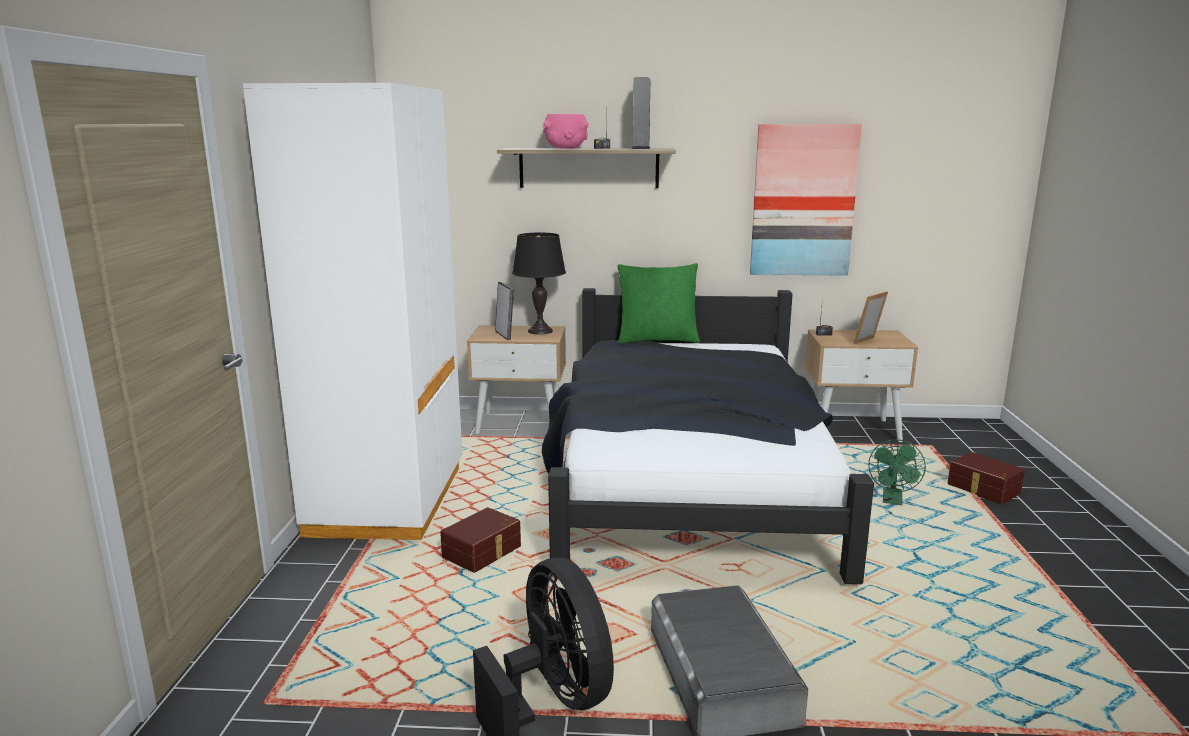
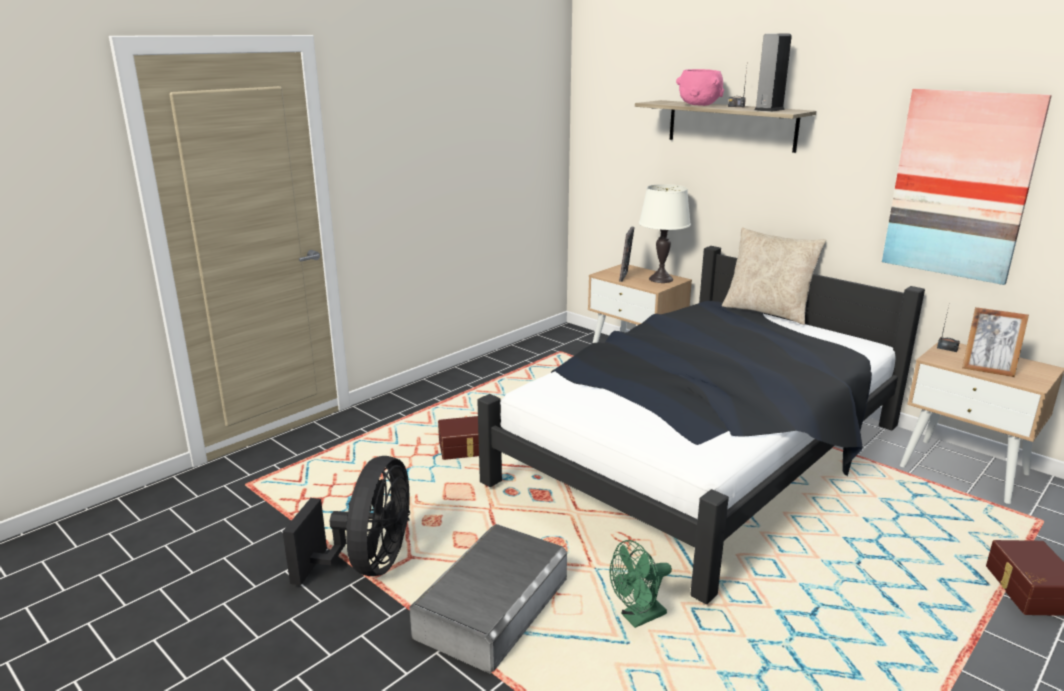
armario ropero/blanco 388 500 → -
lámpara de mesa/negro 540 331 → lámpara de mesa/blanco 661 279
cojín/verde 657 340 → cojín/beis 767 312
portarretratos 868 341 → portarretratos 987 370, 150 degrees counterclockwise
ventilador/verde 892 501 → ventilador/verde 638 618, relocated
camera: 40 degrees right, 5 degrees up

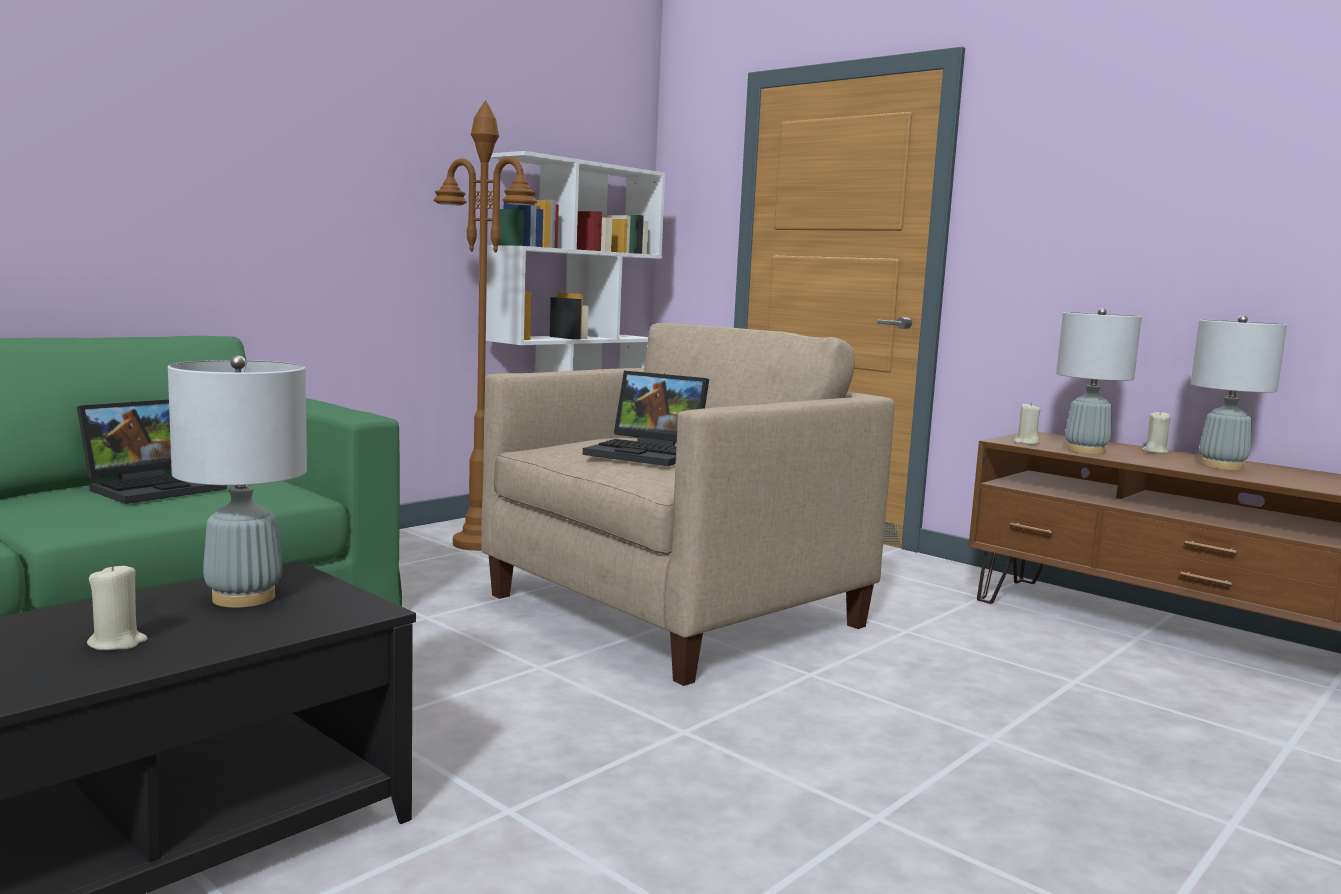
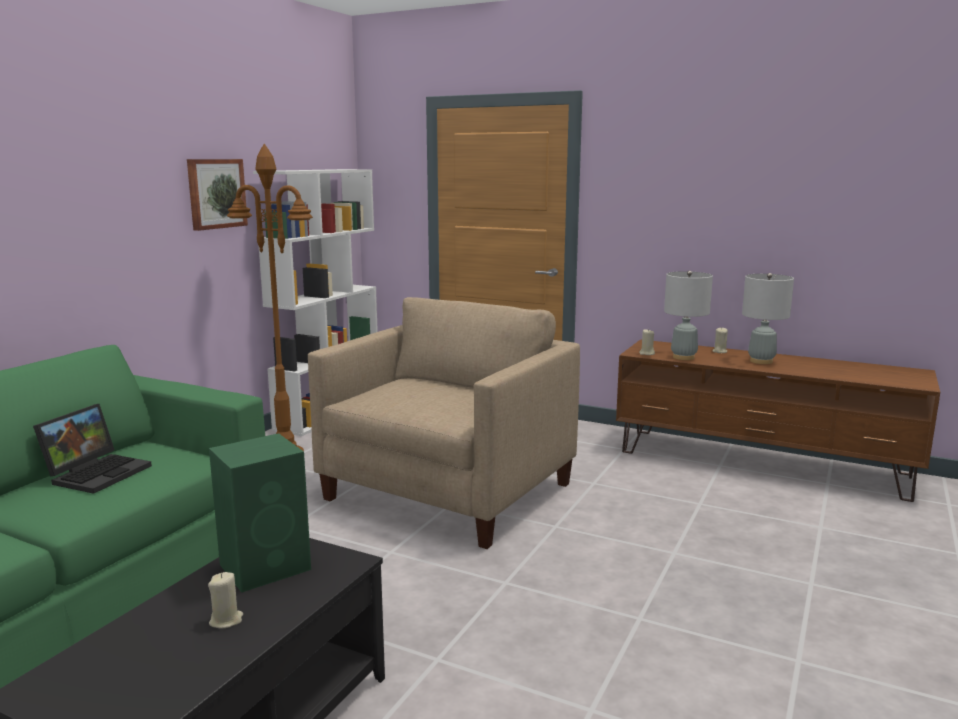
lámpara de mesa/gris 244 598 → altavoz/verde 267 566
portátil 649 454 → -
- → cuadro 216 193
camera: 15 degrees left, 5 degrees up

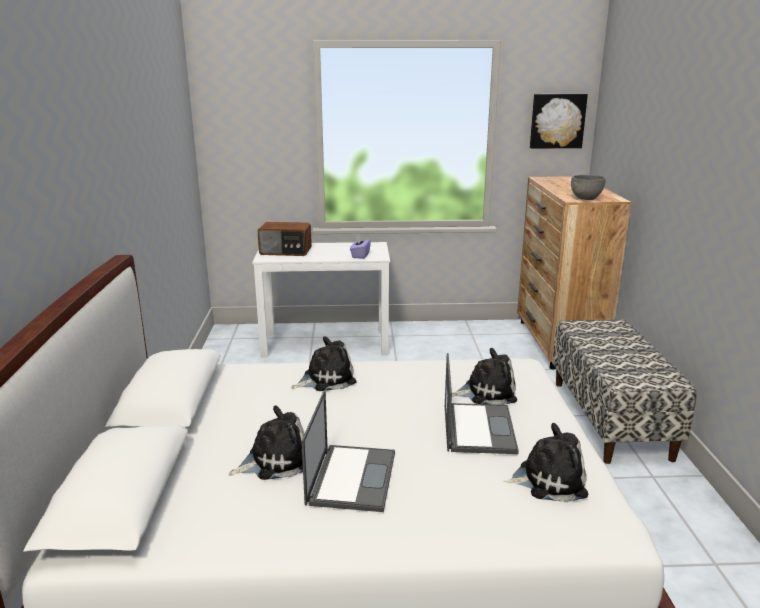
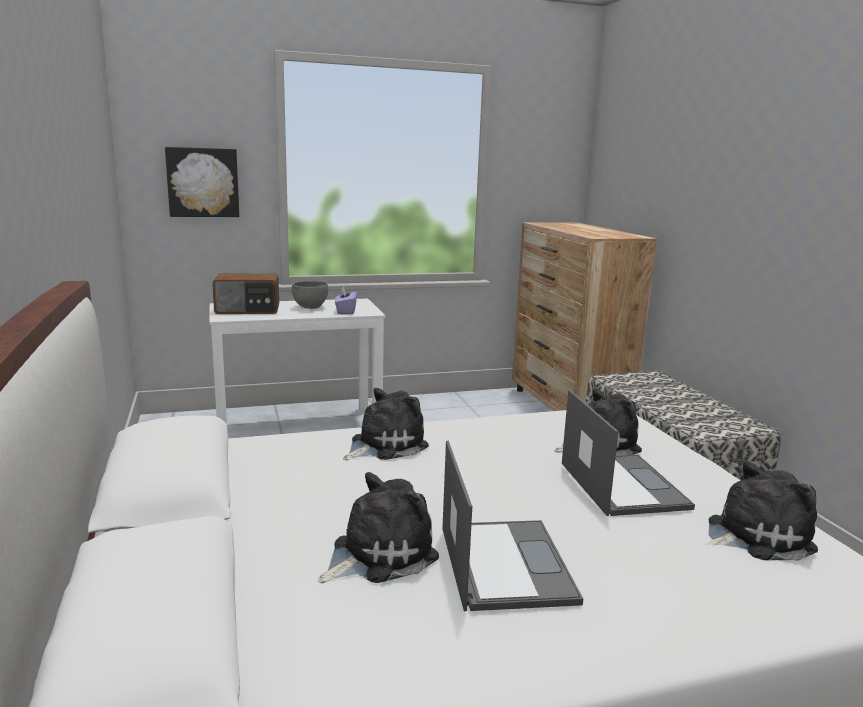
cuadro 557 121 → cuadro 203 182, relocated
cuenco/gris 586 199 → cuenco/gris 310 307, relocated
camera: 15 degrees left, 5 degrees down

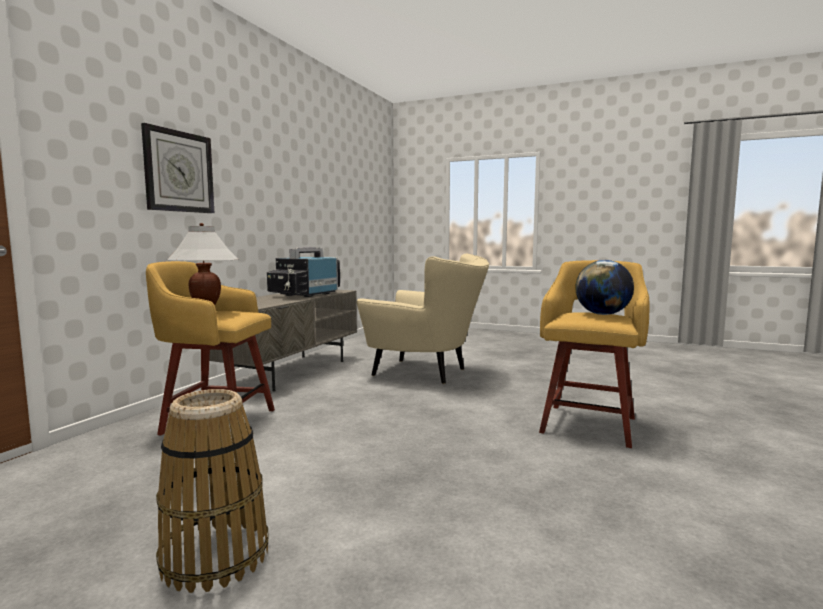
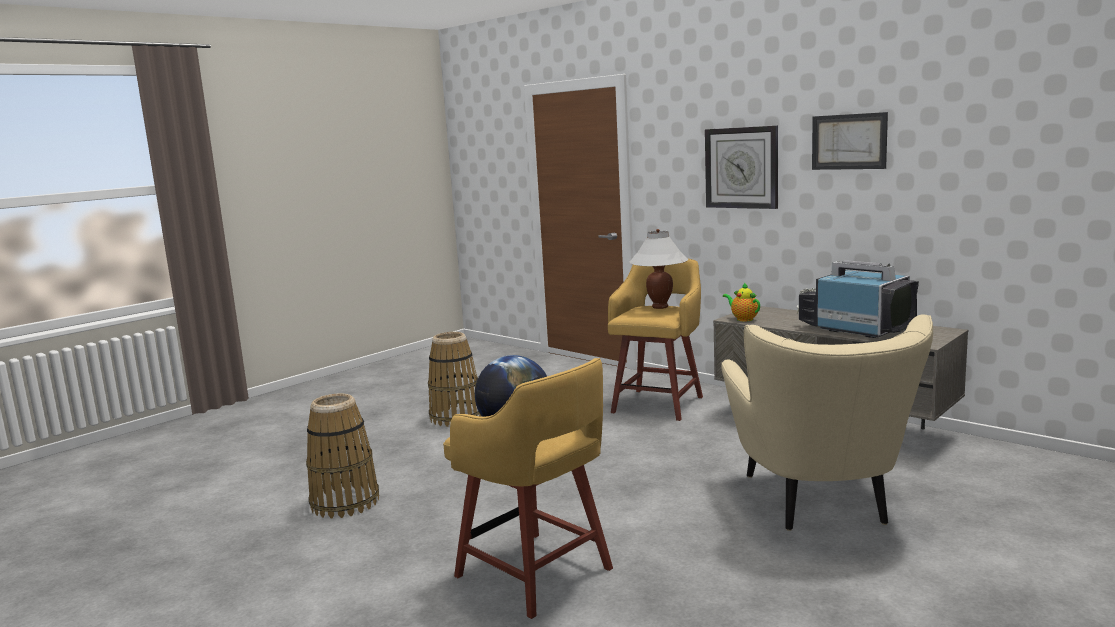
sillón/beis 426 373 → sillón/beis 819 504, 45 degrees counterclockwise
- → cuadro 849 141
- → tetera 743 319
- → cesta 345 502
camera: 110 degrees right, 5 degrees up

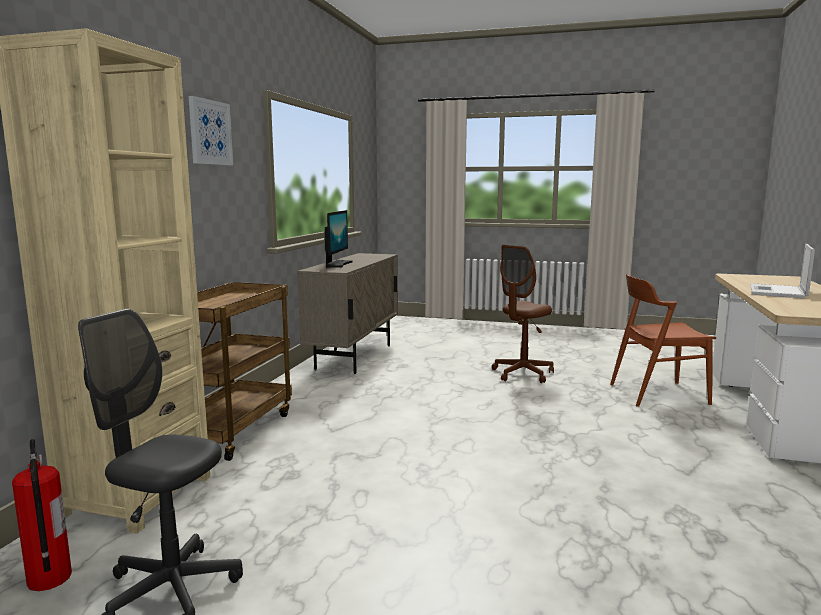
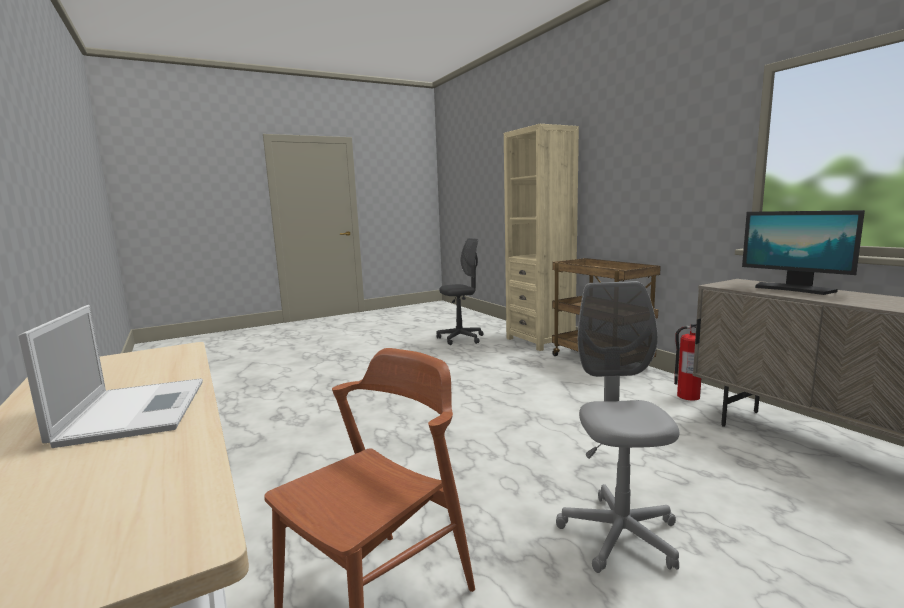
cuadro 210 132 → -
silla de oficina/marrón 522 374 → silla de oficina/gris 619 535
extintor 49 579 → extintor 687 396, relocated
camera: 135 degrees right, 0 degrees up

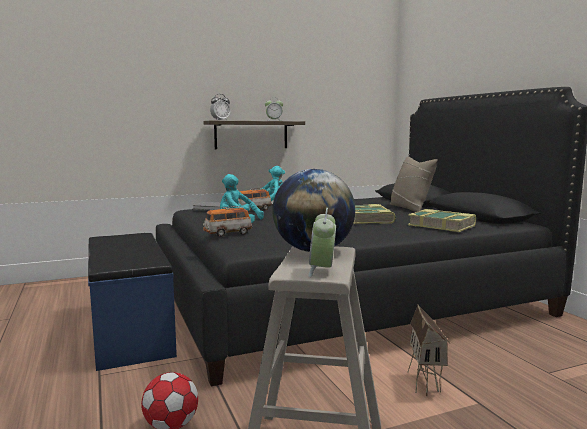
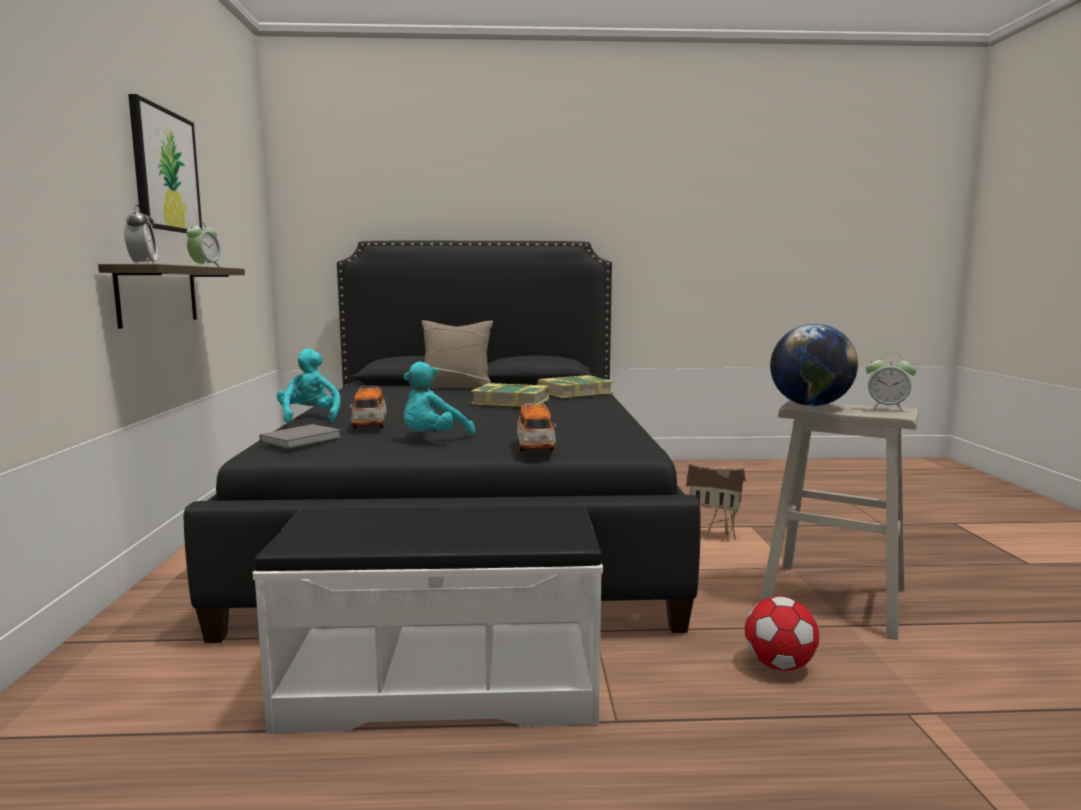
banco/azul 132 330 → banco/blanco 441 686
- → cuadro 165 171
camera: 70 degrees left, 0 degrees up

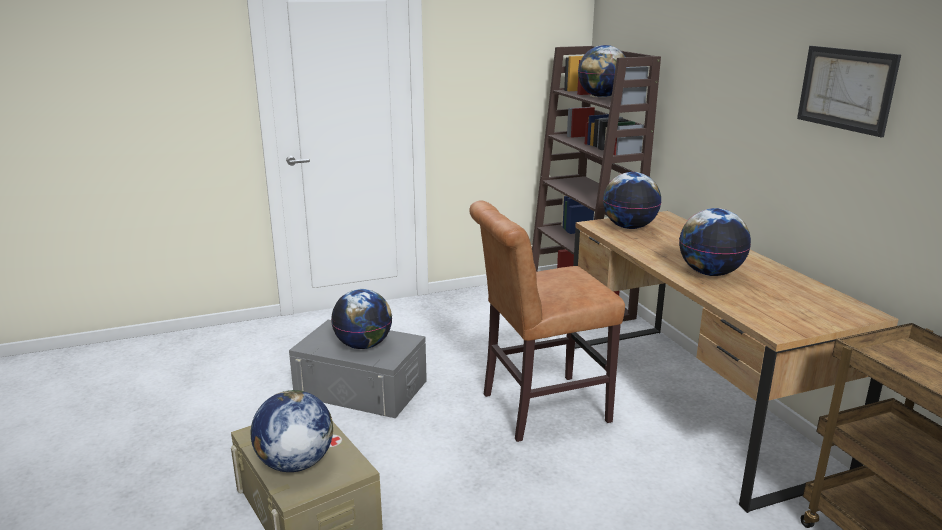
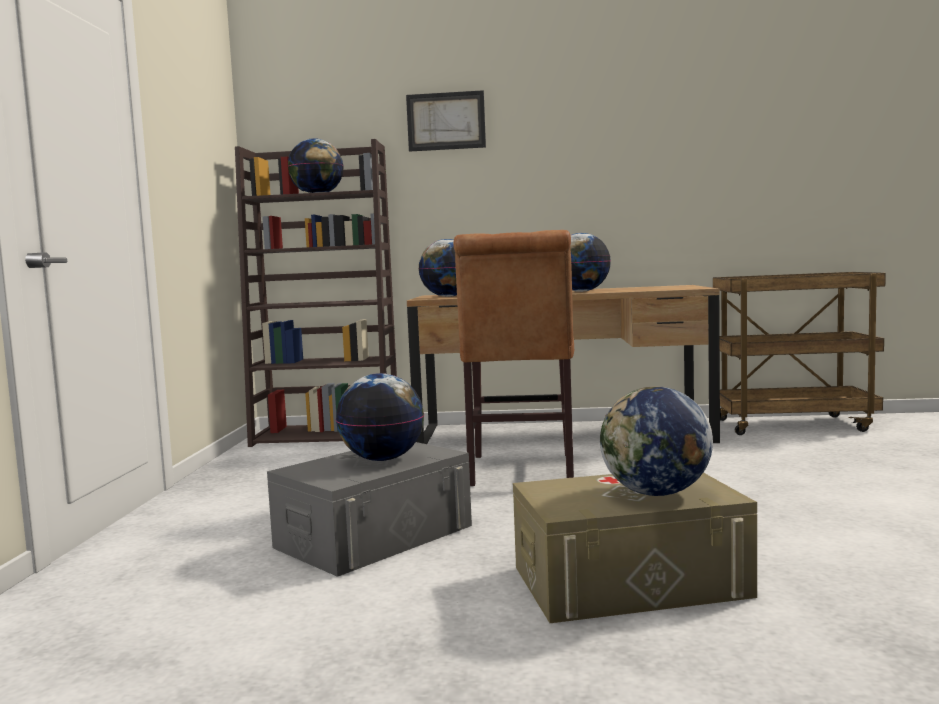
cuadro 846 89 → cuadro 446 121, relocated
camera: 65 degrees left, 15 degrees down

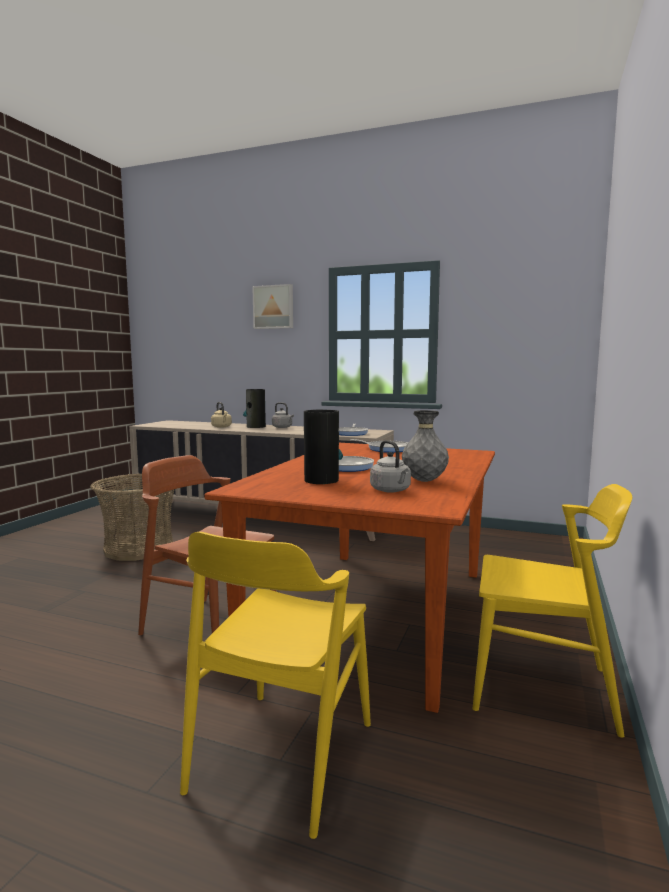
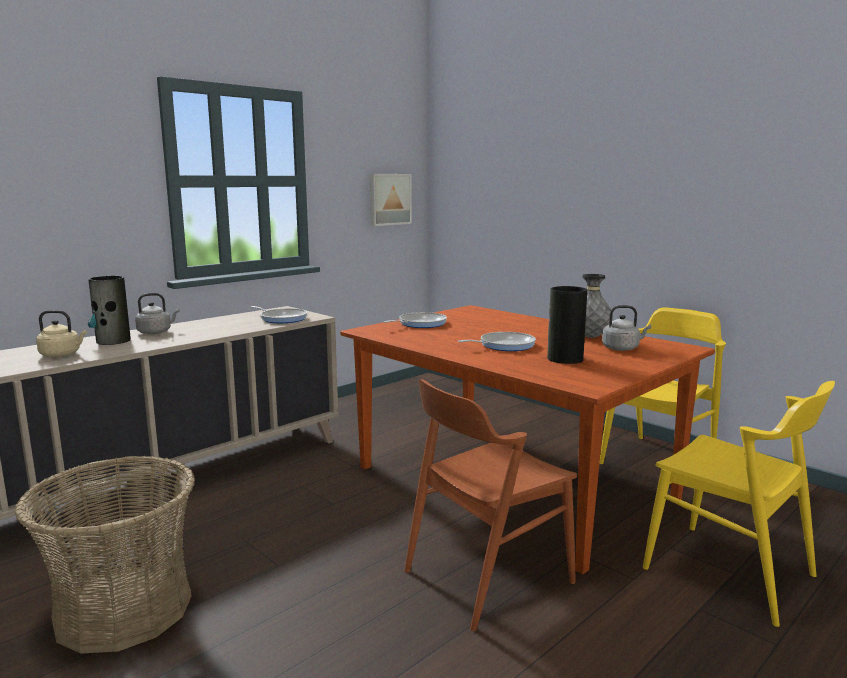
cuadro 273 307 → cuadro 389 199, relocated
camera: 65 degrees left, 5 degrees up

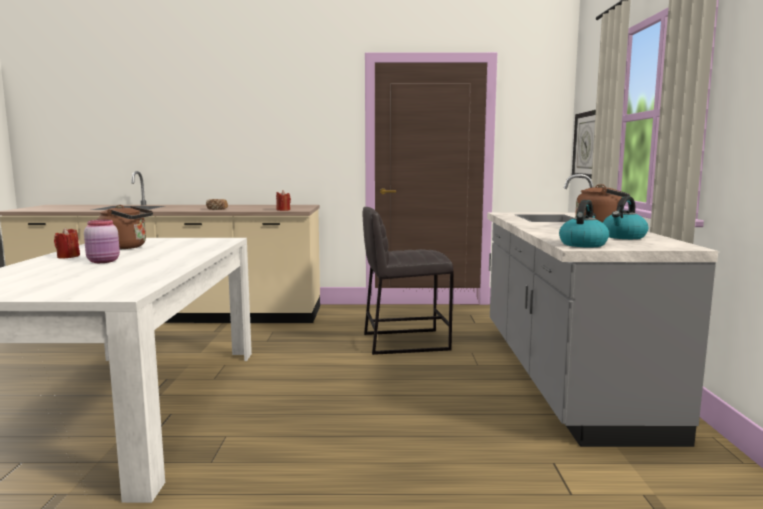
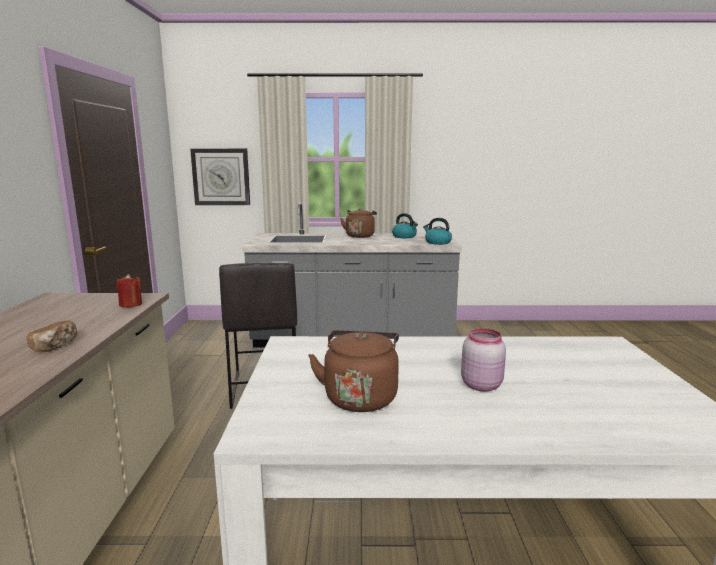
vela/rojo 68 257 → -
camera: 90 degrees left, 5 degrees up

